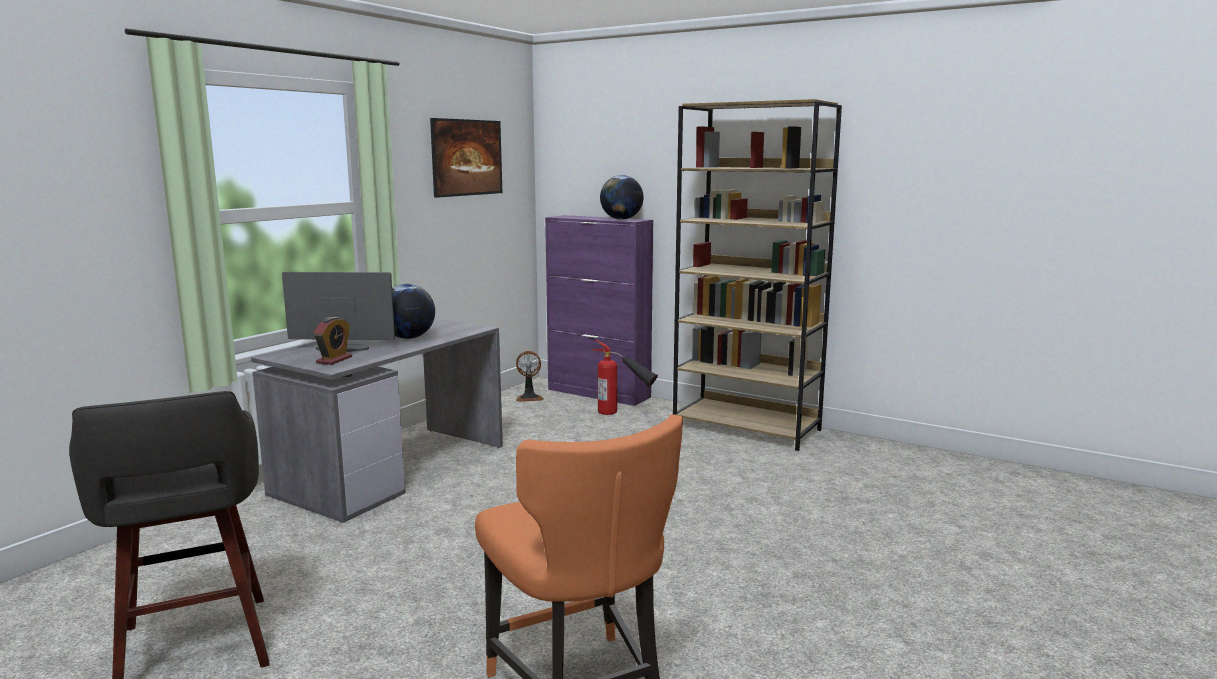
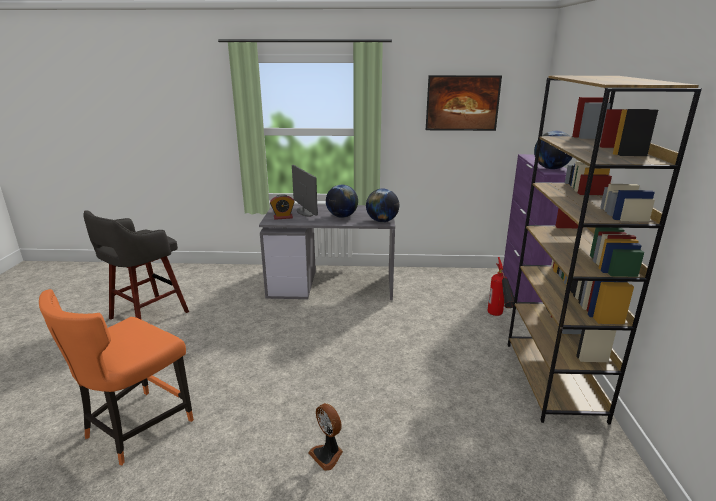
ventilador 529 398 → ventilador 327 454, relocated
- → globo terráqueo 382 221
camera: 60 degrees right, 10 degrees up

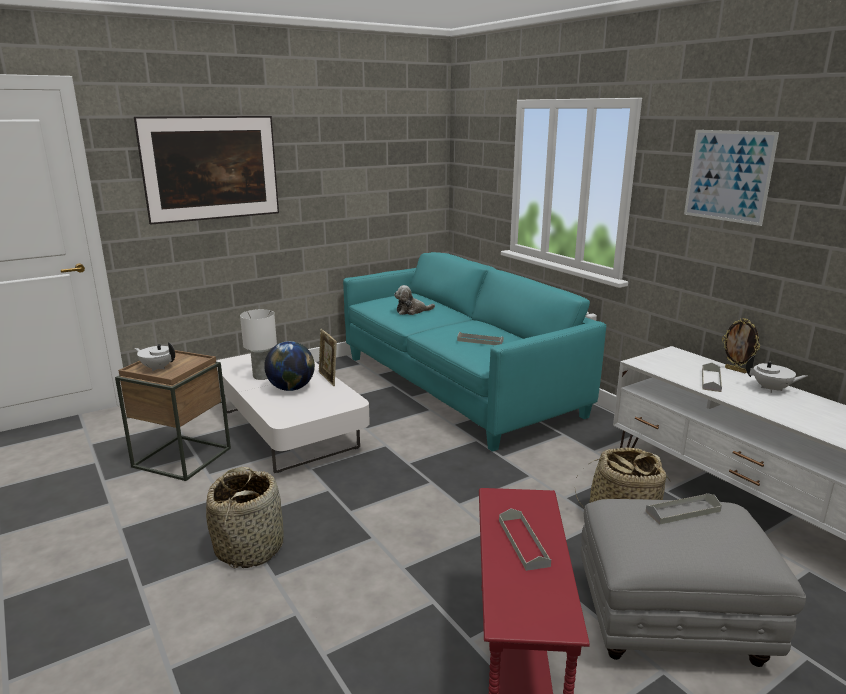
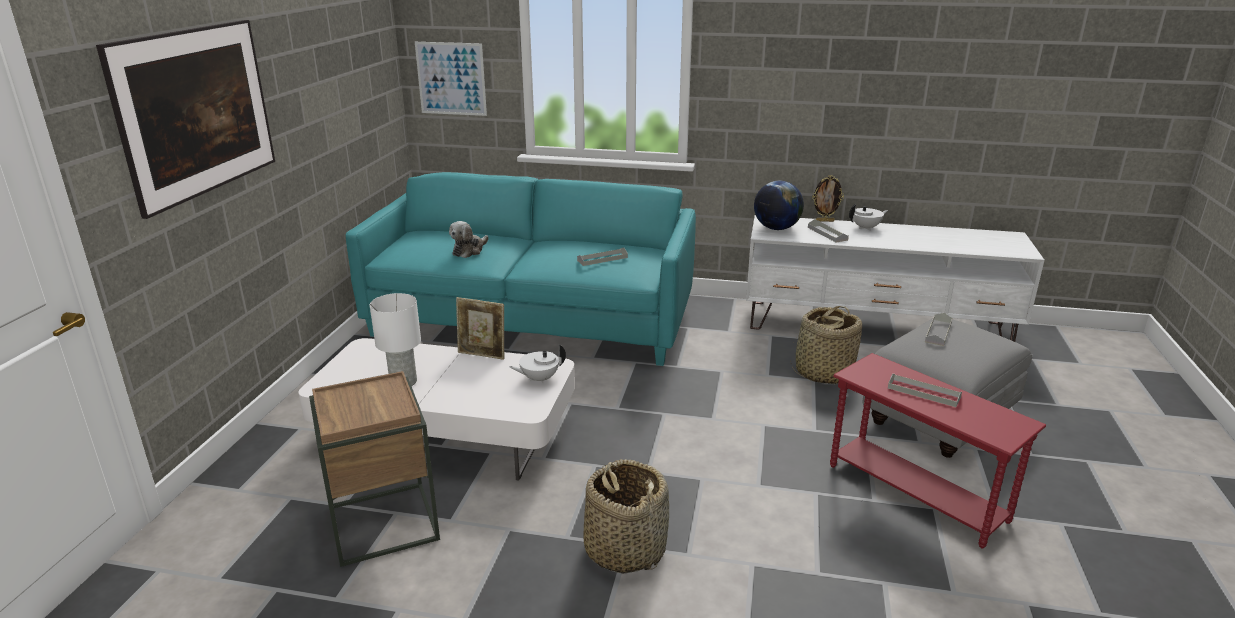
cuadro 728 176 → cuadro 451 78, relocated
globo terráqueo 291 388 → globo terráqueo 776 228, relocated
tetera/blanco 158 368 → tetera/blanco 539 379, relocated
camera: 45 degrees left, 5 degrees up

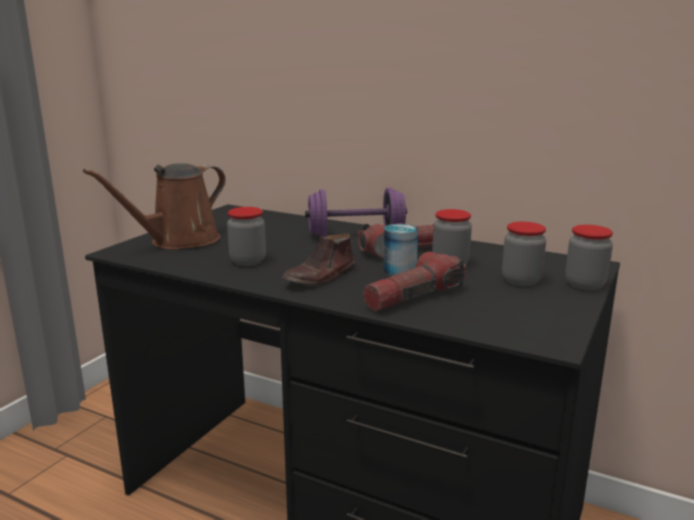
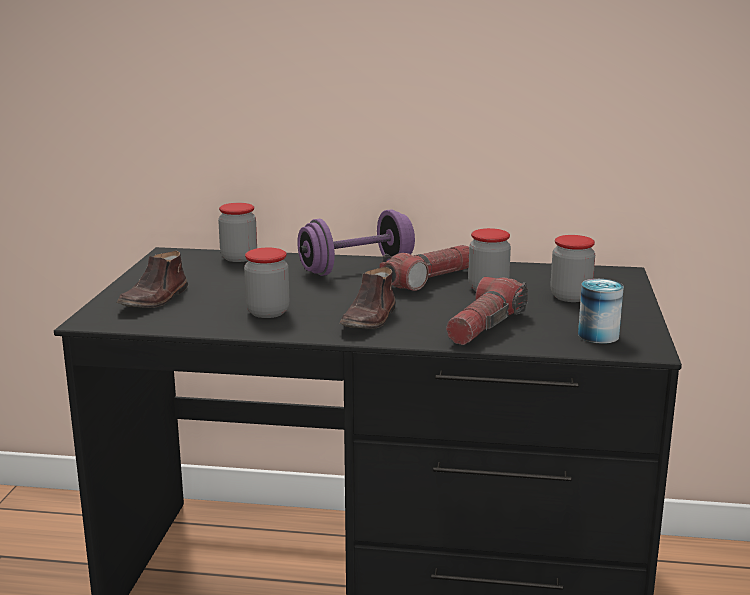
regadera/marrón 179 241 → zapato/marrón 155 299
lata 399 270 → lata 598 335, relocated
tarro 585 284 → tarro 239 258, relocated
camera: 20 degrees left, 0 degrees up

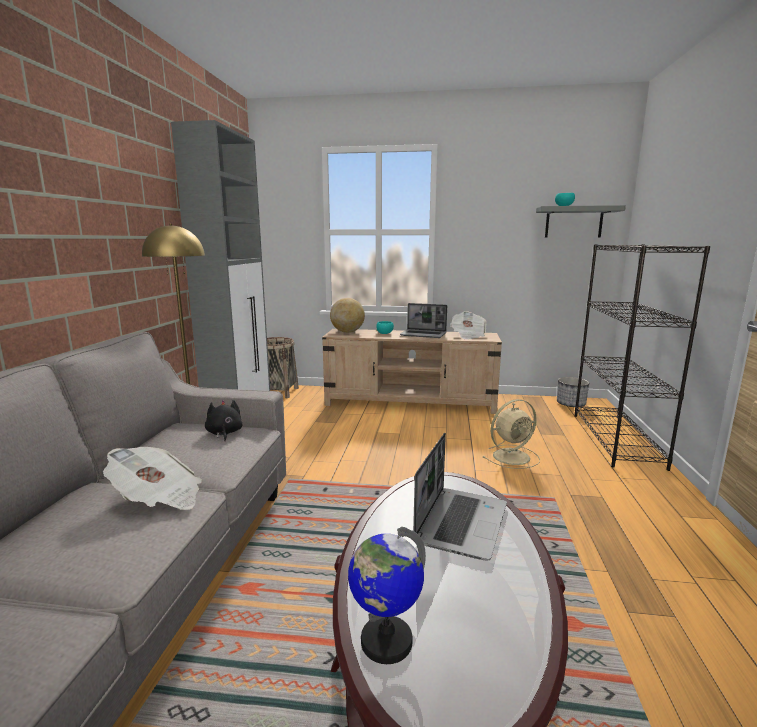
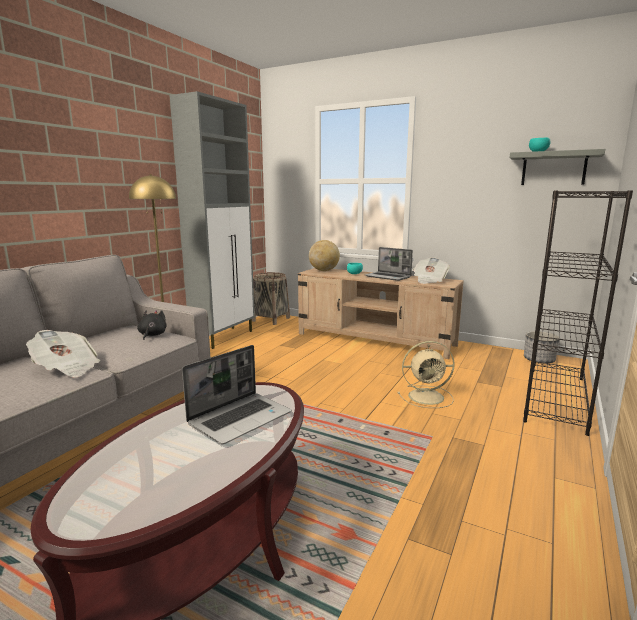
globo terráqueo 385 641 → -
camera: 20 degrees right, 0 degrees up

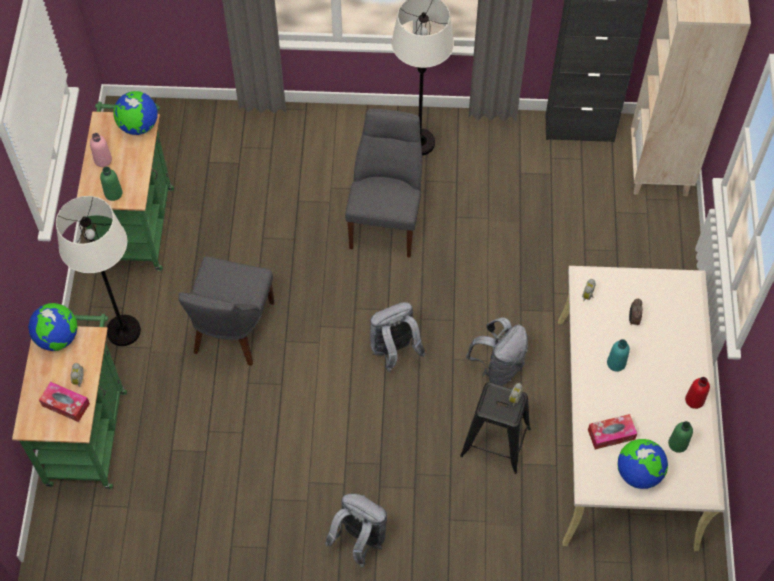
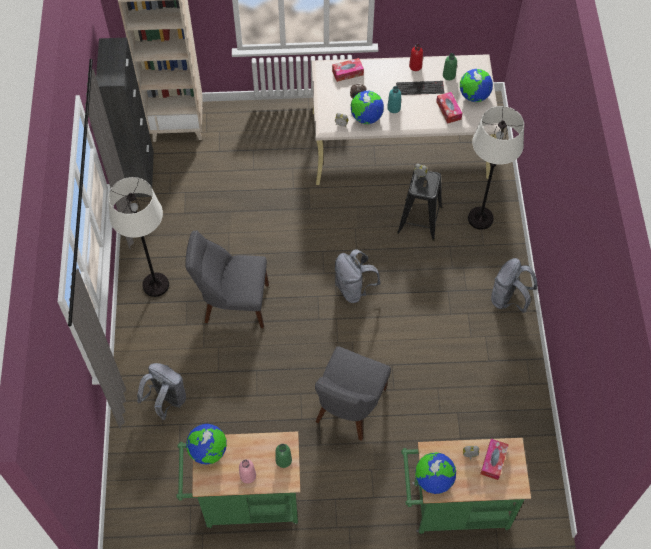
lámpara de pie/blanco 123 330 → lámpara de pie/blanco 480 218, relocated
silla/gris 231 331 → silla/gris 348 408, 105 degrees clockwise
mochila/gris 498 367 → mochila/gris 166 400, relocated
- → caja de pañuelos 347 73
- → teclado 420 87
- → globo terráqueo 366 117
camera: 95 degrees left, 0 degrees up

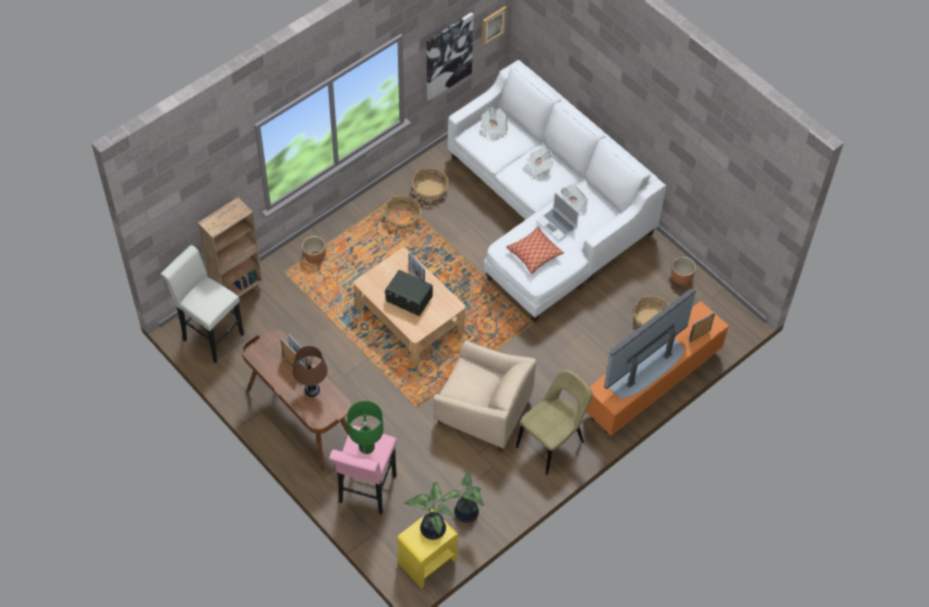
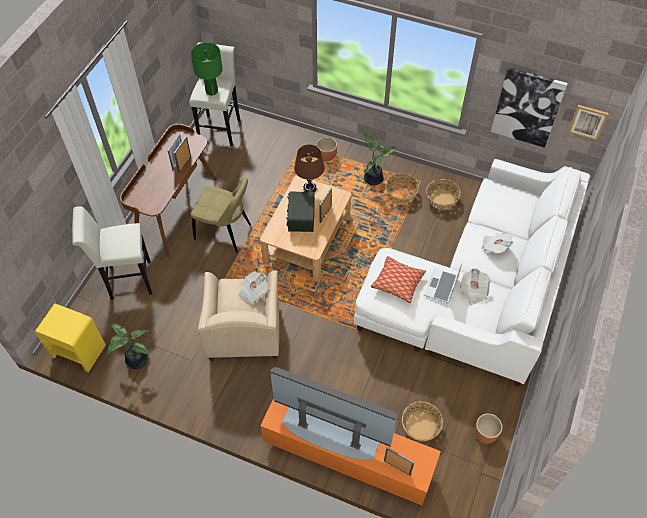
periódico 494 130 → periódico 253 292, relocated
estantería/marrón 239 293 → -
lámpara de mesa/marrón 312 390 → lámpara de mesa/marrón 309 188, relocated
silla/beis 552 443 → silla/beis 225 233, relocated
lámpara de mesa/verde 366 447 → lámpara de mesa/verde 211 91, relocated
taburete/rosa 366 493 → taburete/blanco 126 281
planta en maceta 431 528 → planta en maceta 373 178, relocated
camera: 65 degrees right, 0 degrees up

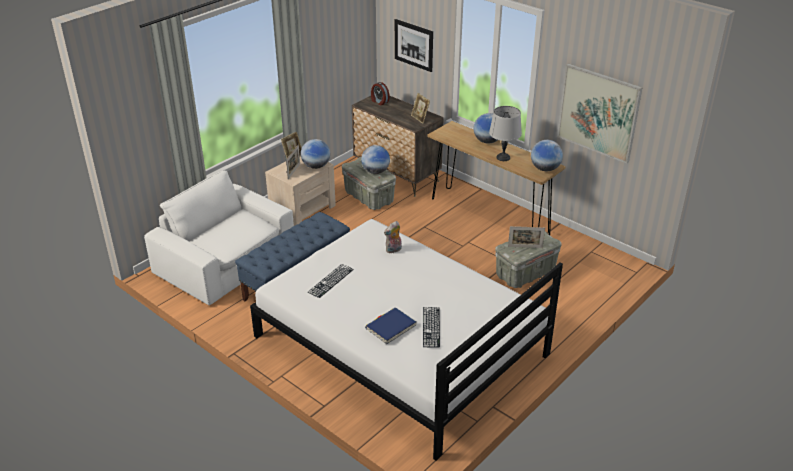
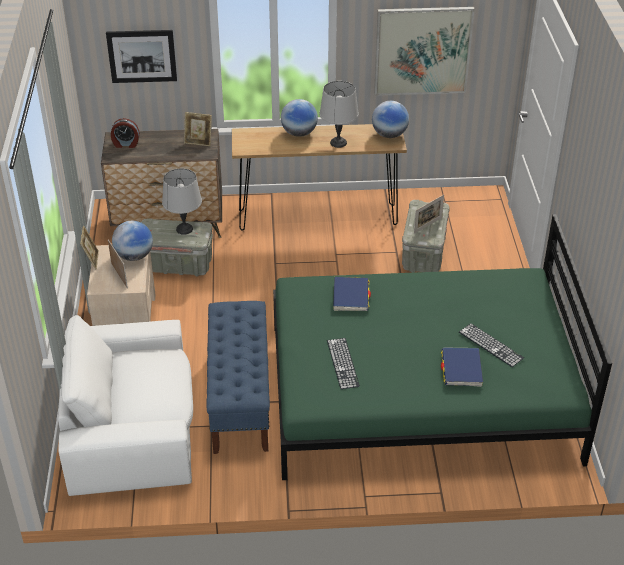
globo terráqueo 375 171 → lámpara de mesa/gris 184 229
cama/blanco 400 346 → cama/verde 421 391
peluche 393 250 → libro/azul 351 296
camera: 45 degrees left, 5 degrees up

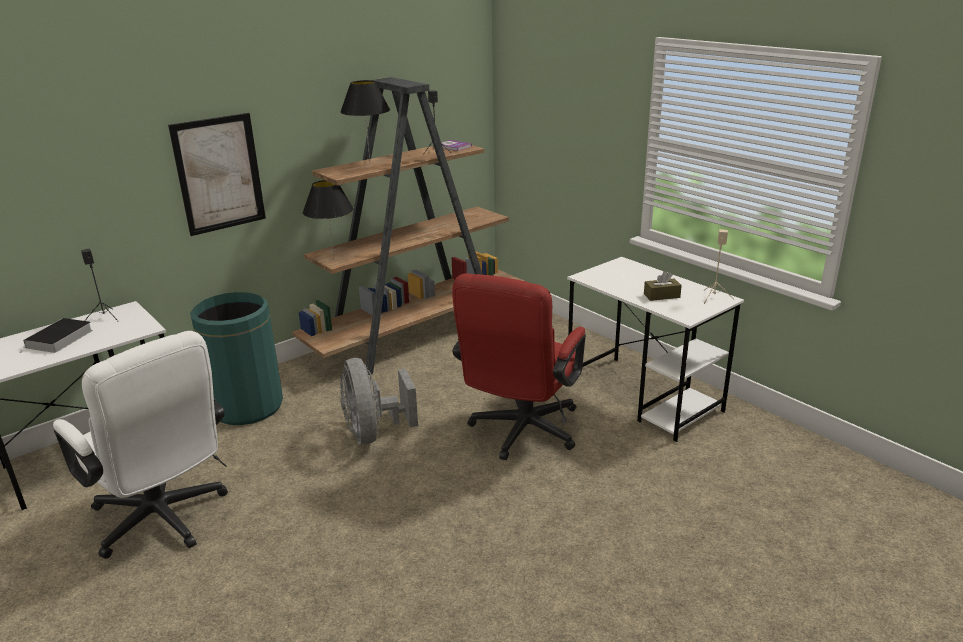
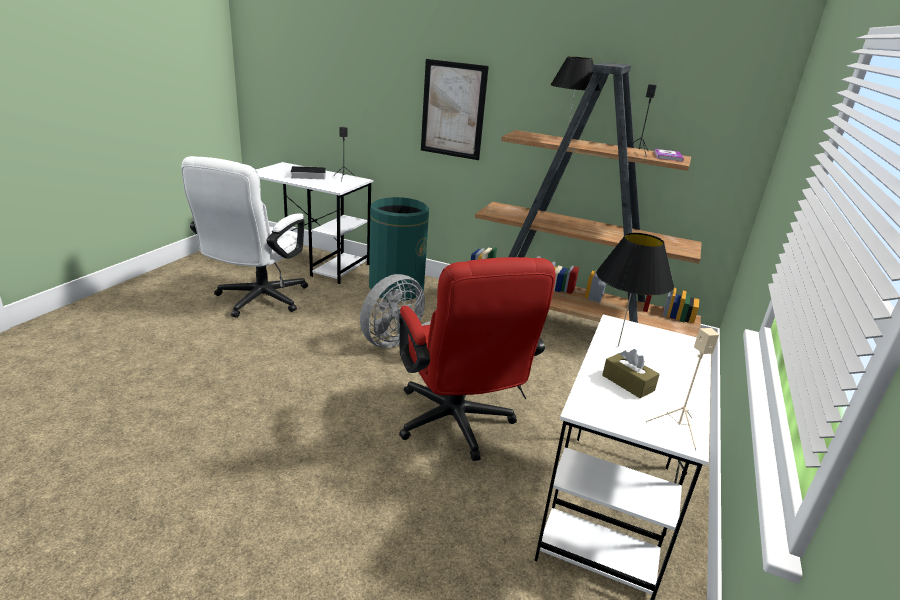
lámpara de mesa/negro 334 260 → lámpara de mesa/negro 618 346, relocated
silla de oficina/rojo 520 433 → silla de oficina/rojo 457 426, 105 degrees counterclockwise
camera: 60 degrees right, 0 degrees up

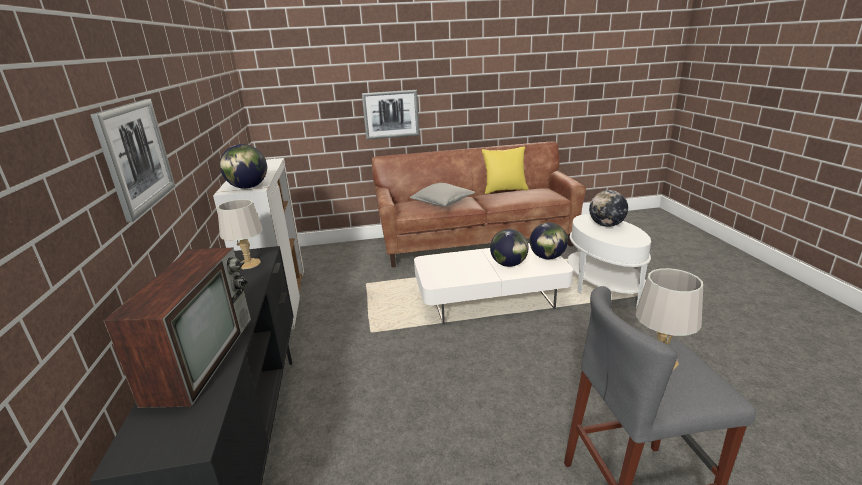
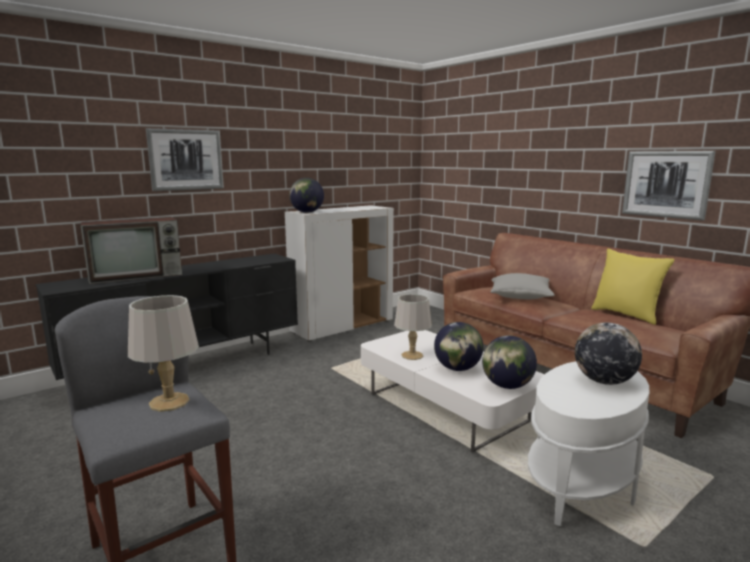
cuadro 391 114 → cuadro 666 184, relocated
lámpara de mesa/gris 249 264 → lámpara de mesa/gris 412 356, relocated
camera: 60 degrees right, 10 degrees down

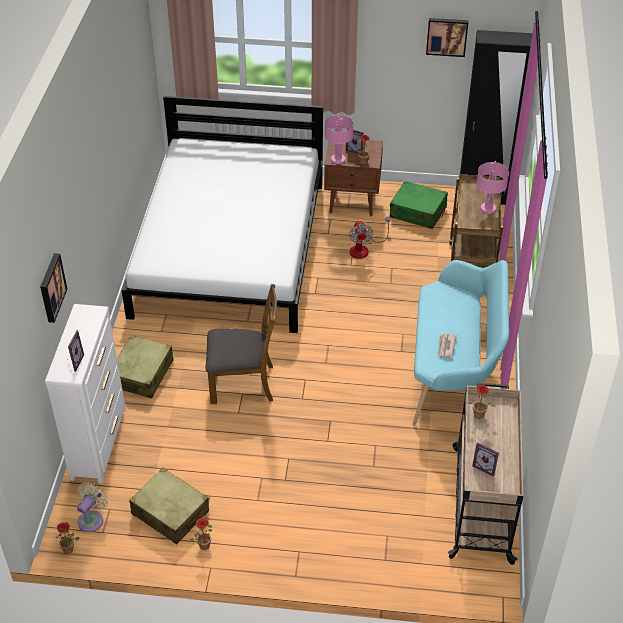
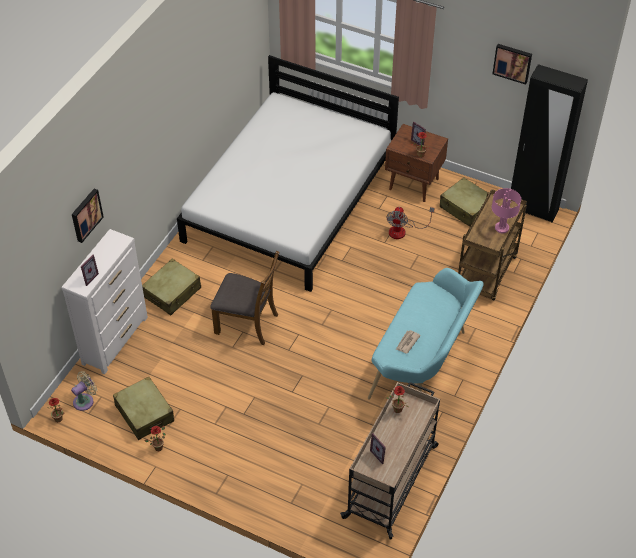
lámpara de mesa/rosa 337 159 → -
maleta/verde 418 212 → maleta/beis 466 209
camera: 20 degrees right, 5 degrees up

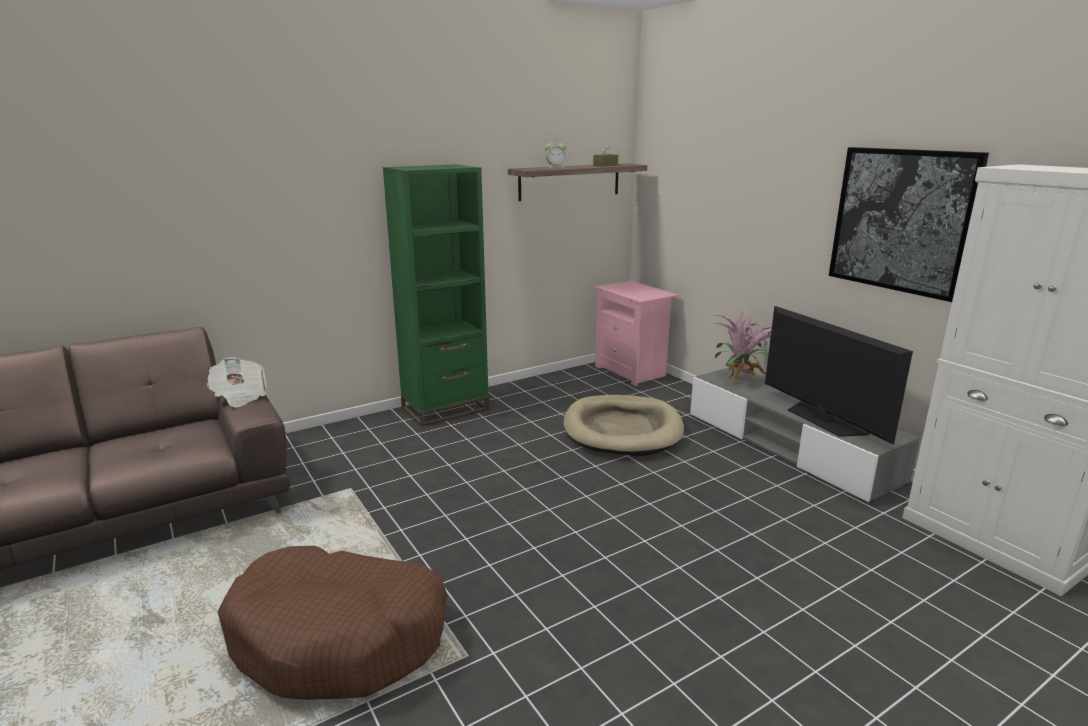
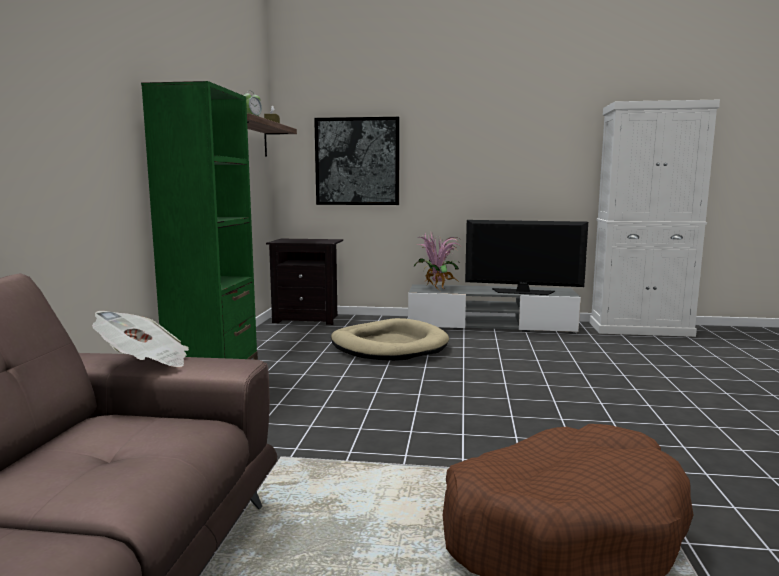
cuadro 901 220 → cuadro 357 161, relocated
mesita de noche/rosa 632 371 → mesita de noche/negro 308 319
camera: 50 degrees left, 10 degrees down

